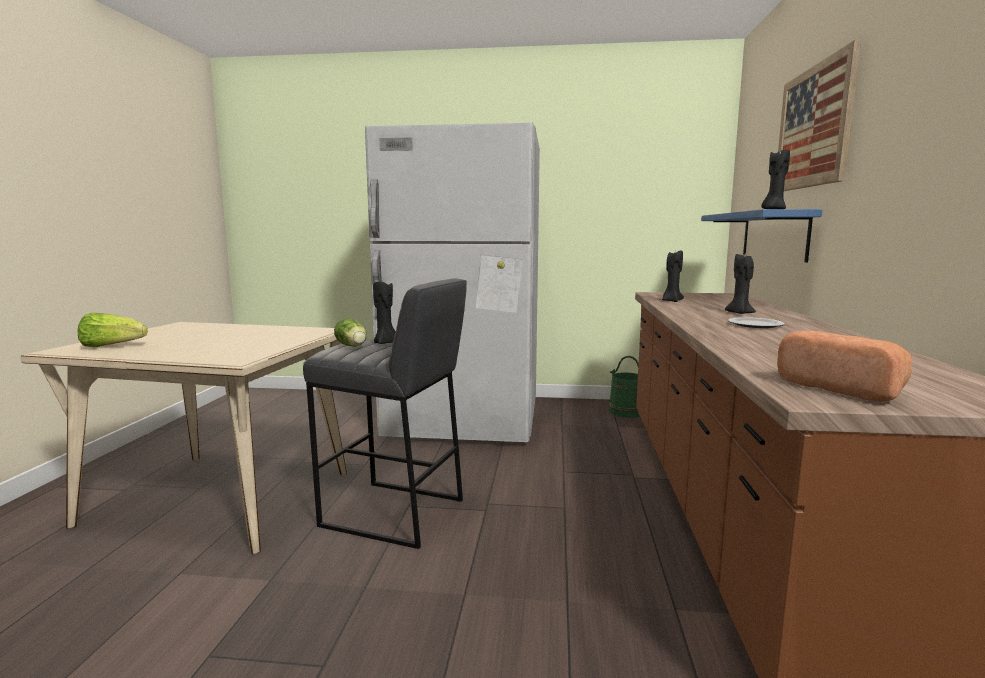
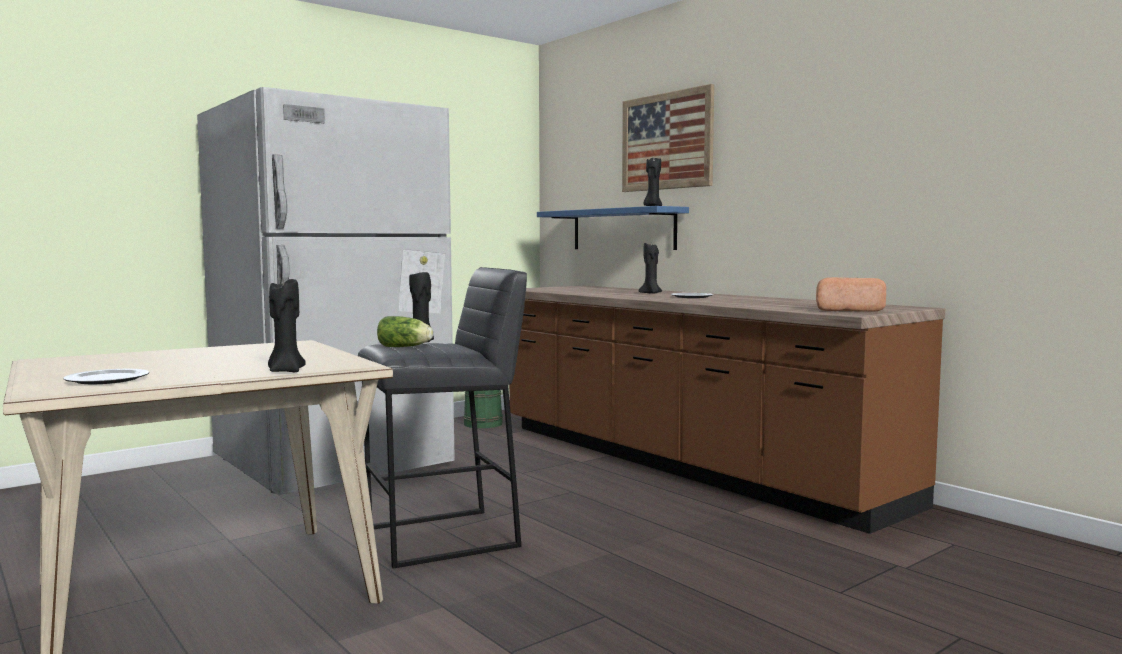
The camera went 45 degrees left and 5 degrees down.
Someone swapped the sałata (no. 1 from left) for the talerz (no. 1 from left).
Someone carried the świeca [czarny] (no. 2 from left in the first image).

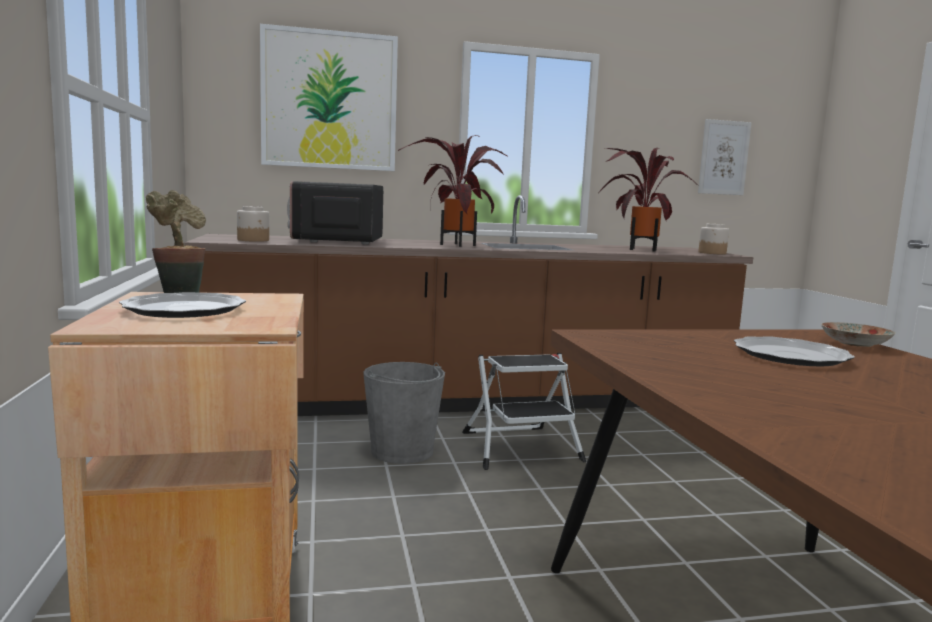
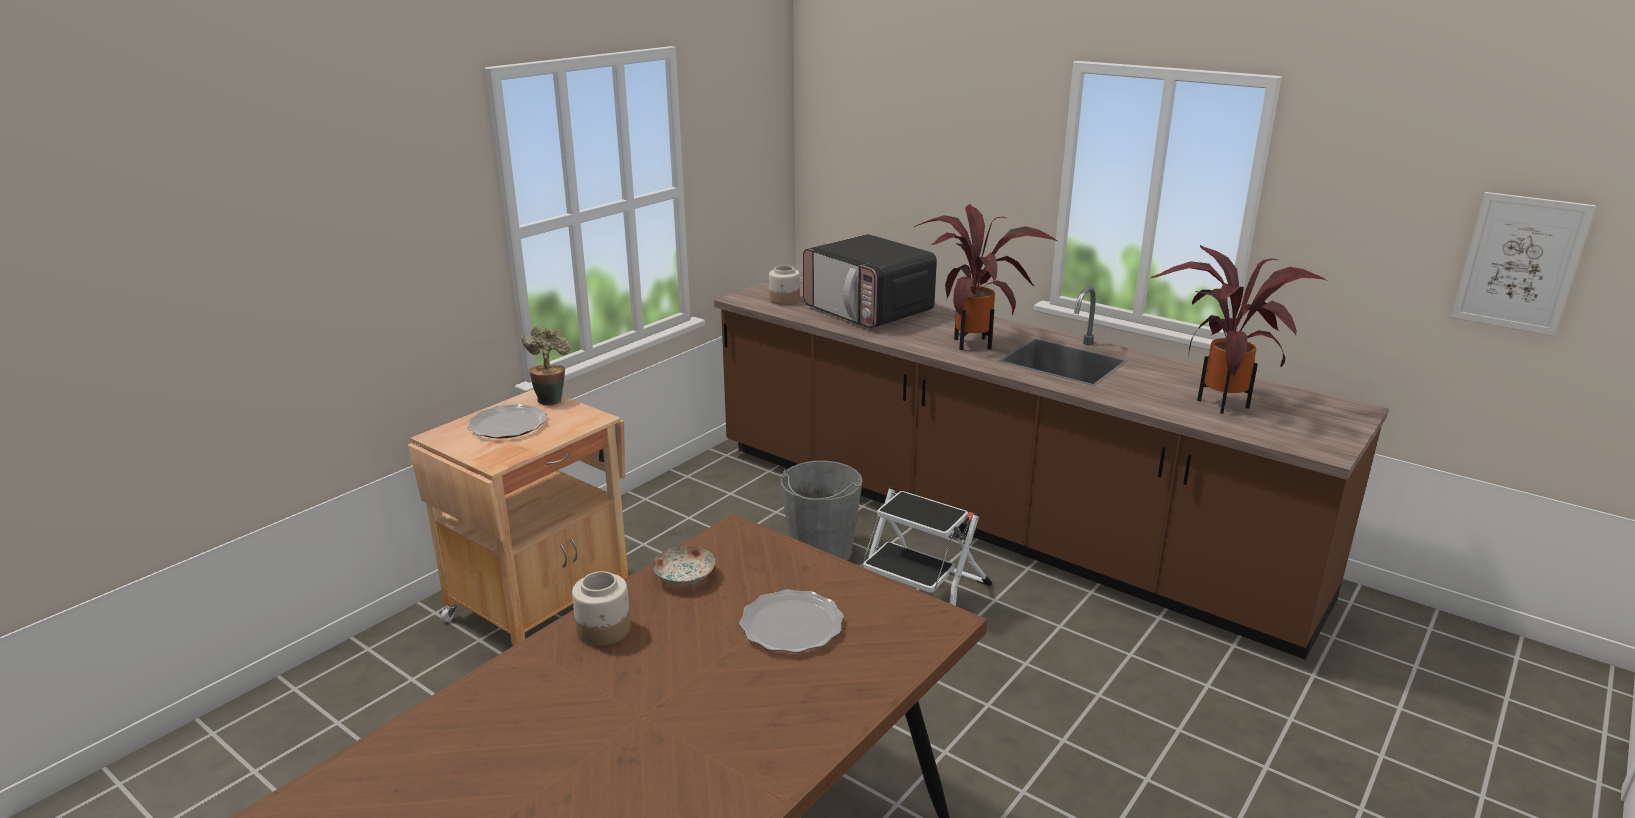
The camera went 50 degrees right and 15 degrees up.
Someone took away the obraz (no. 1 from left).
Someone rotated the mikrofalówka by 90 degrees counterclockwise.
Someone carried the słoik (no. 2 from left in the first image).
Someone carried the talerz (no. 3 from left in the first image).

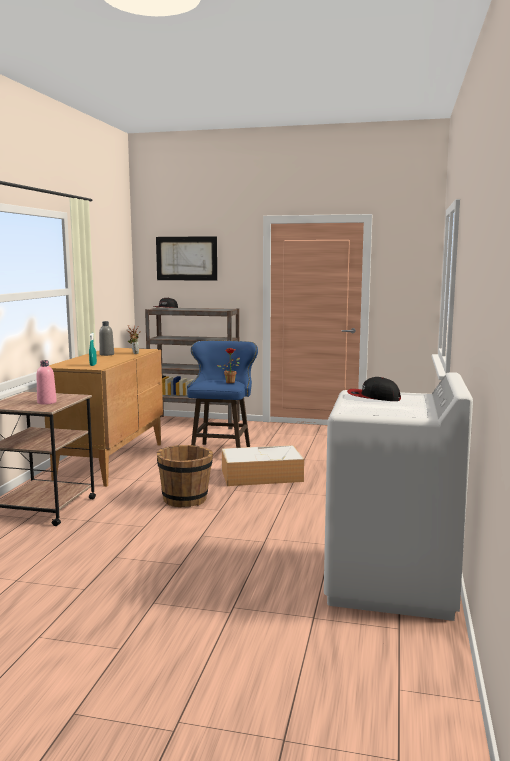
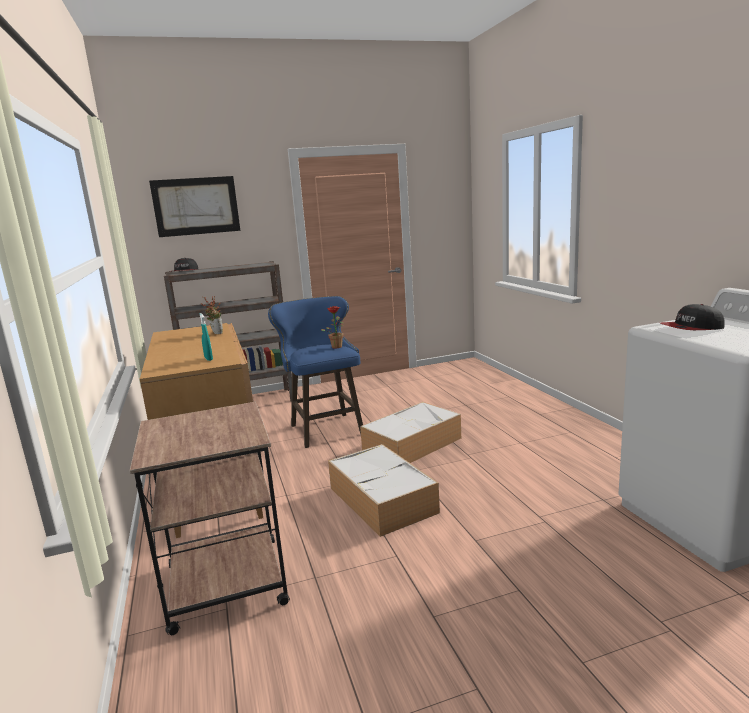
The camera went 30 degrees left and 5 degrees up.
Someone took away the butelka [różowy].
Someone took away the butelka [szary].
Someone swapped the wiadro [brązowy] for the pojemnik do przechowywania (no. 1 from left).

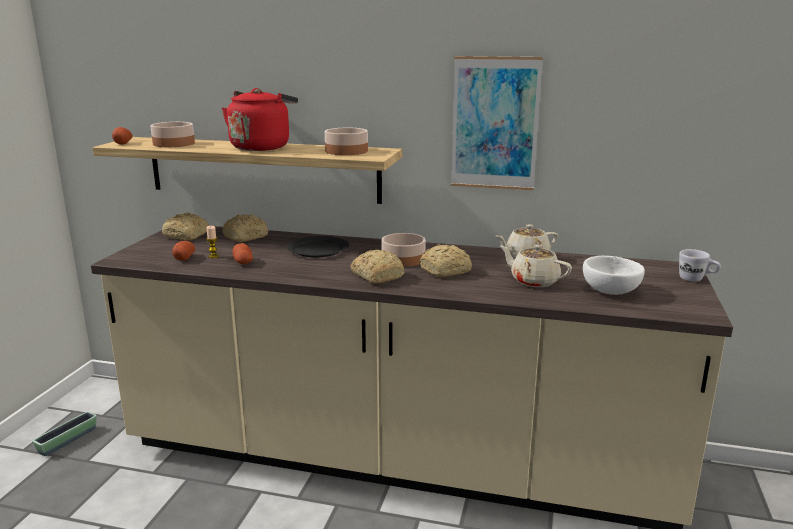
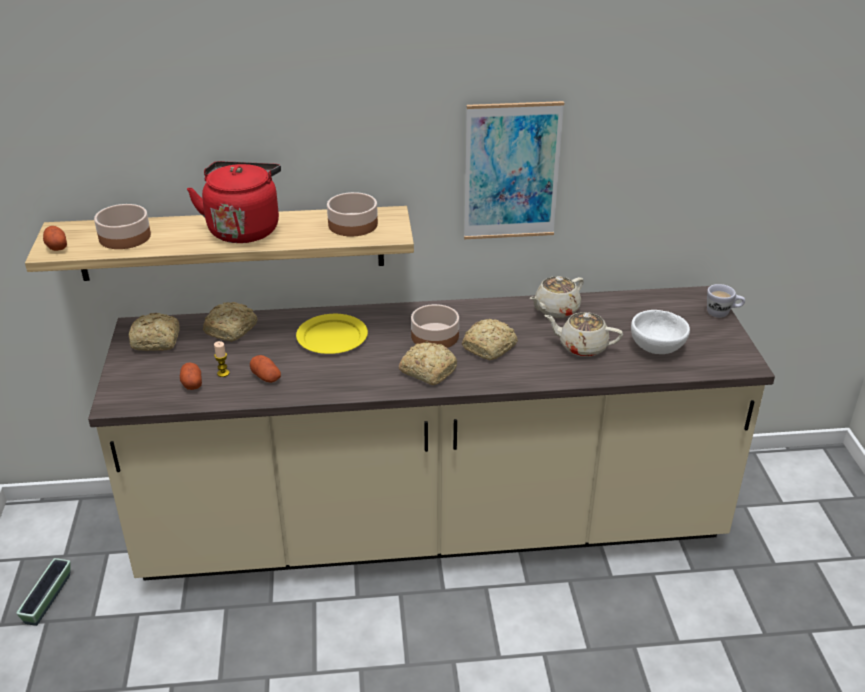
The camera went 20 degrees left and 15 degrees up.
Someone repainted the talerz [czarny], which became the talerz [żółty].

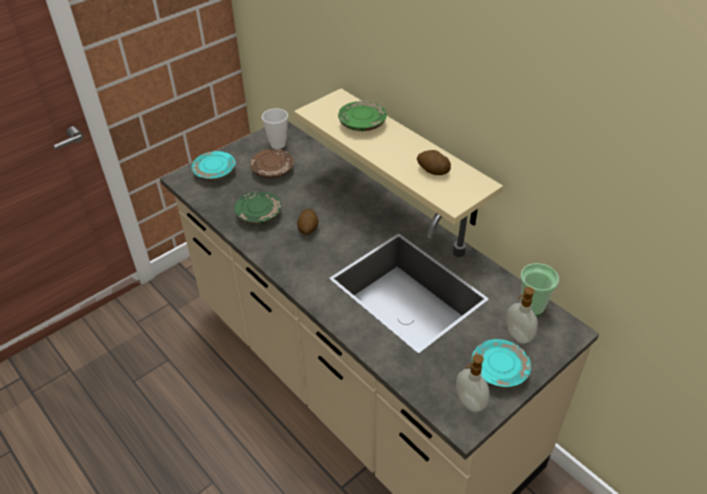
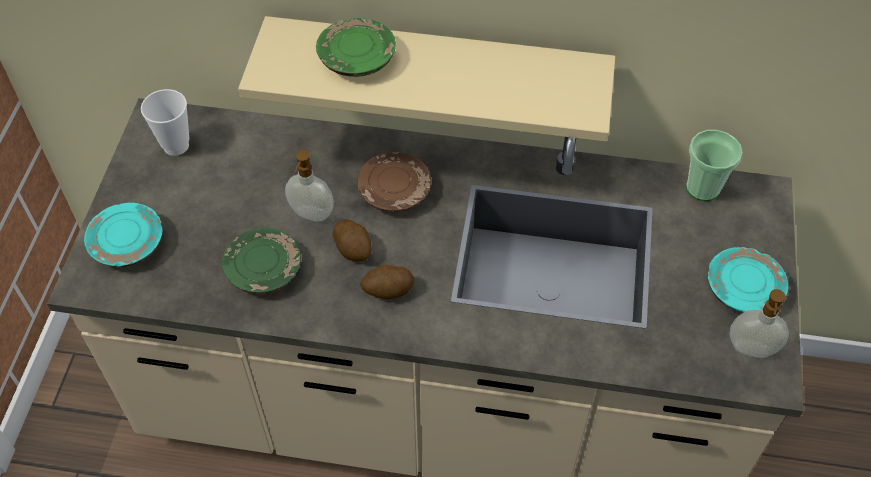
The camera went 40 degrees left and 10 degrees up.
Someone carried the talerz [brązowy].
Someone carried the ziemniak (no. 2 from left).
Someone carried the dozownik mydła (no. 2 from left in the first image).

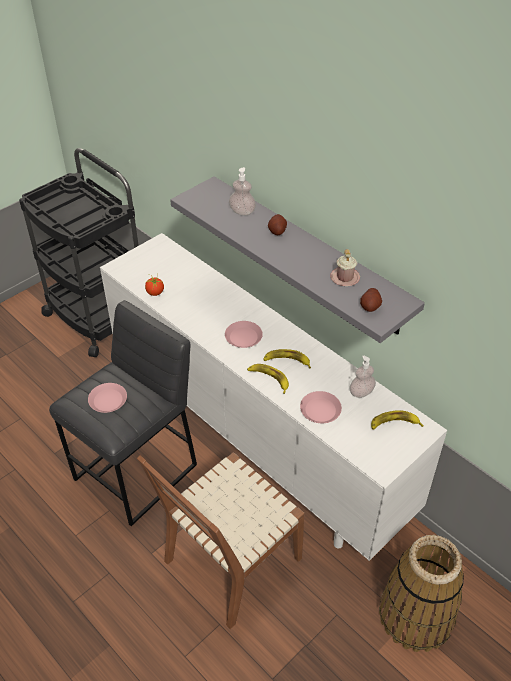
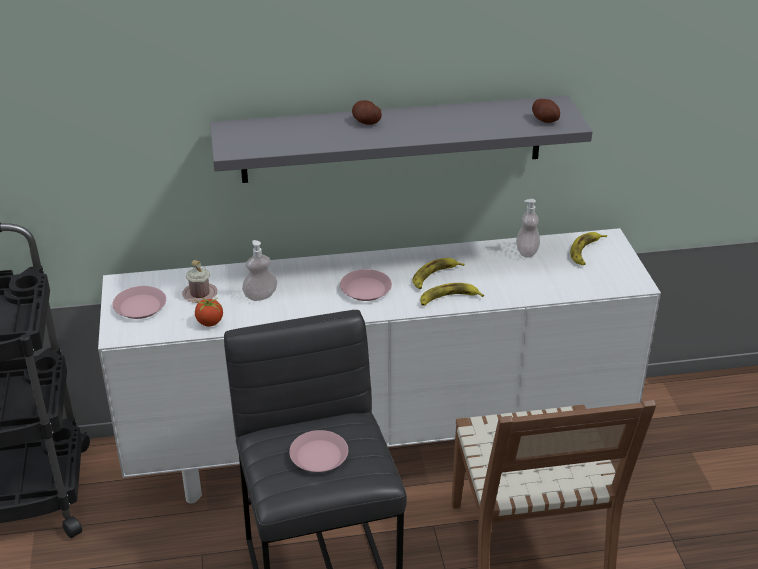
The camera went 55 degrees left and 10 degrees down.
Someone carried the dozownik mydła (no. 1 from left).
Someone carried the talerz [różowy] (no. 3 from left in the first image).
Someone carried the kubek [różowy].
Someone took away the koszyk.

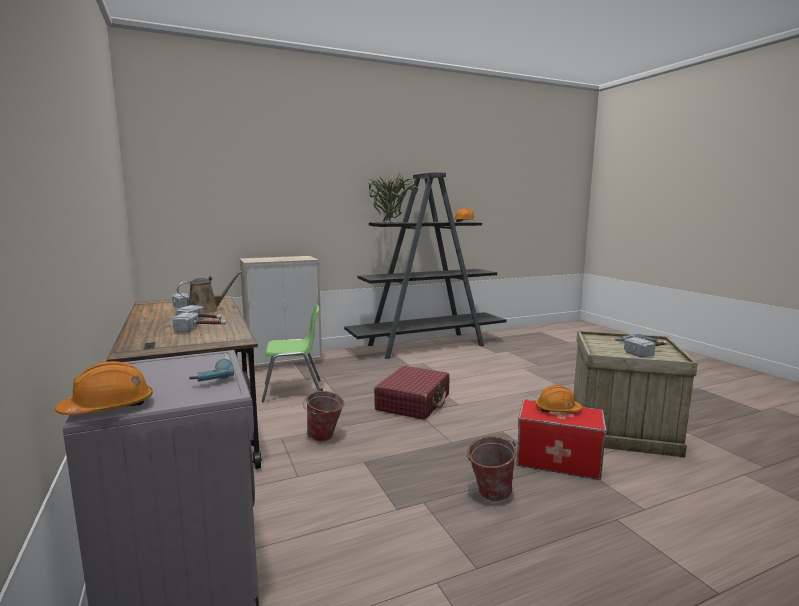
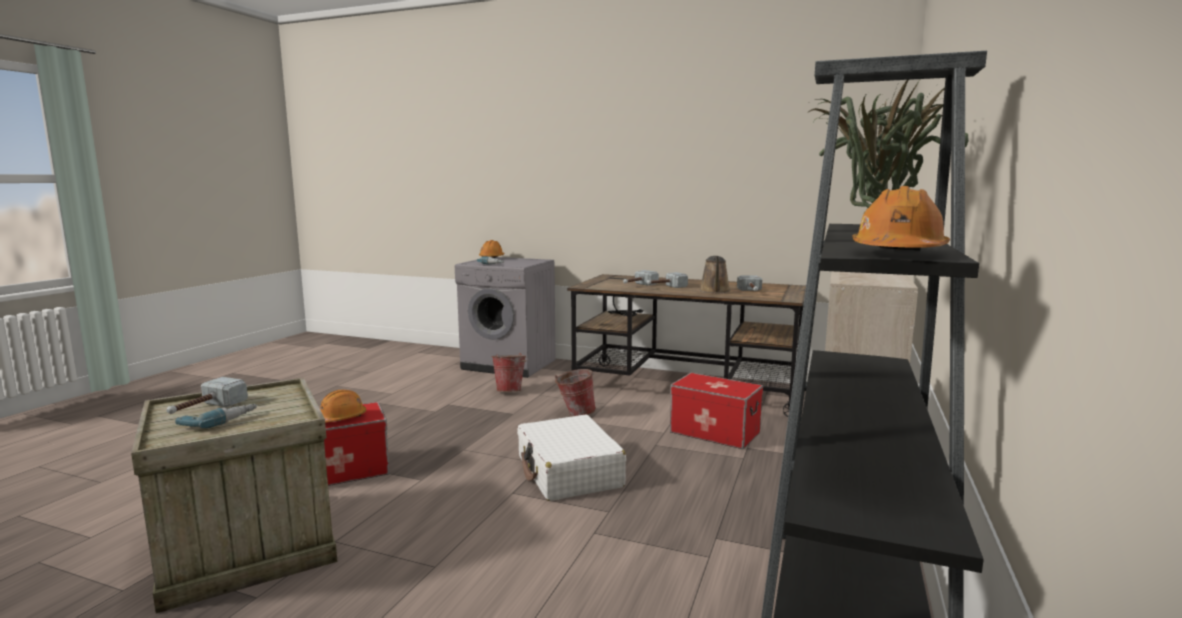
The camera went 135 degrees right and 0 degrees up.
Someone swapped the krzesło [zielony] for the pojemnik do przechowywania (no. 2 from left).
Someone repainted the walizka [czerwony], which became the walizka [biały].
Someone carried the wiadro (no. 2 from left in the first image).

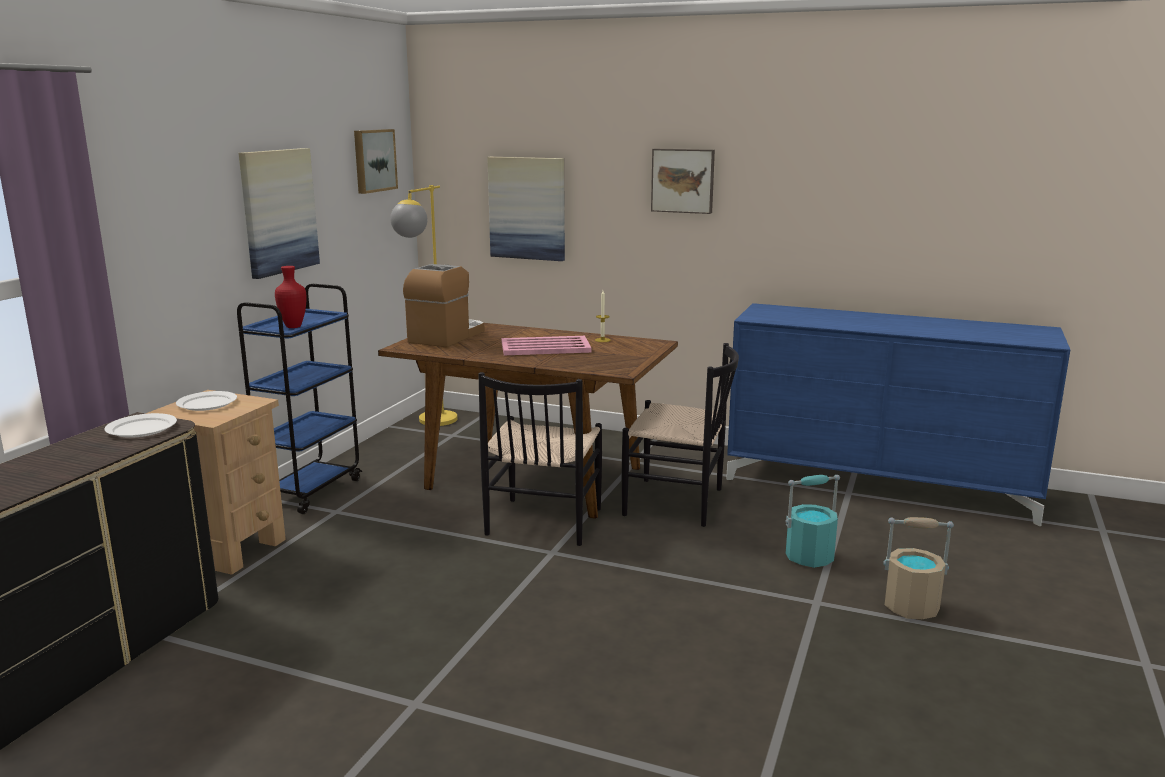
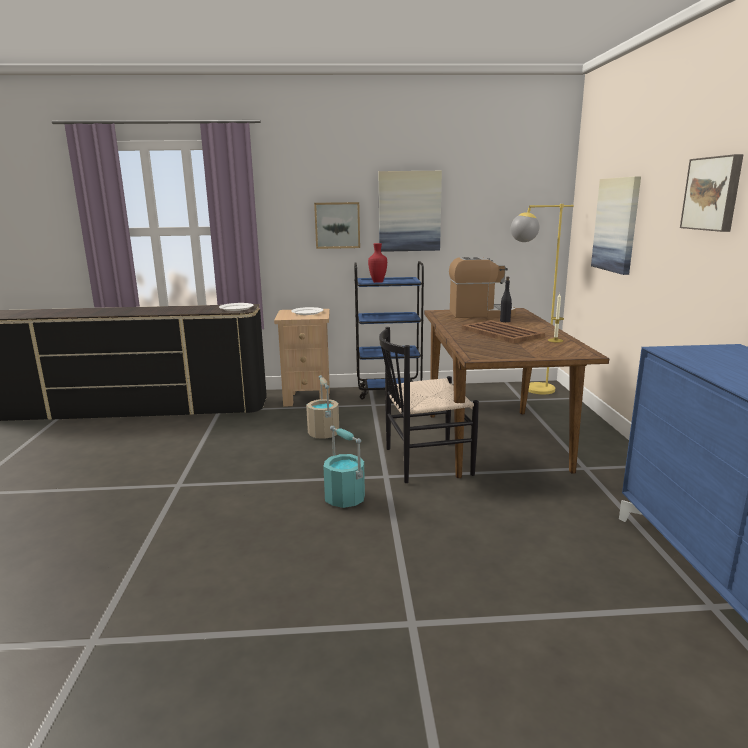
The camera went 65 degrees right and 0 degrees up.
Someone carried the obraz (no. 2 from left in the first image).
Someone repainted the taca [różowy], which became the taca [brązowy].
Someone took away the krzesło [czarny] (no. 2 from left).
Someone carried the wiadro [turkusowy].
Someone carried the wiadro [beżowy].
Someone put down the butelka [czarny].

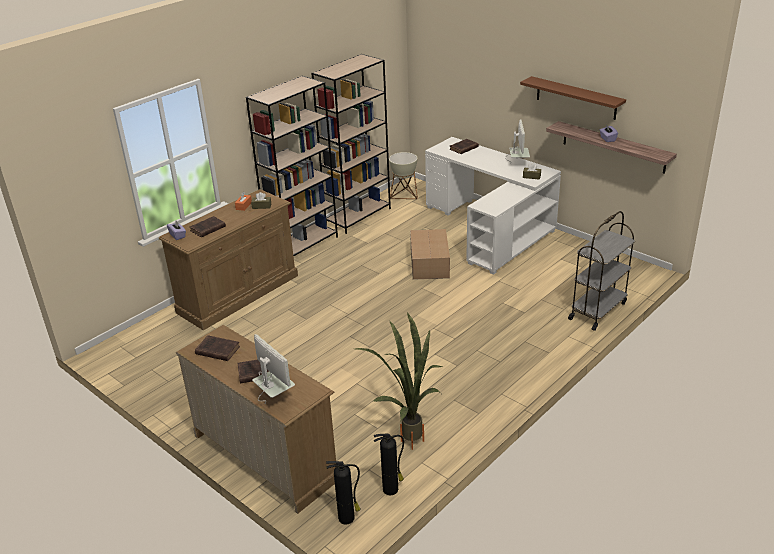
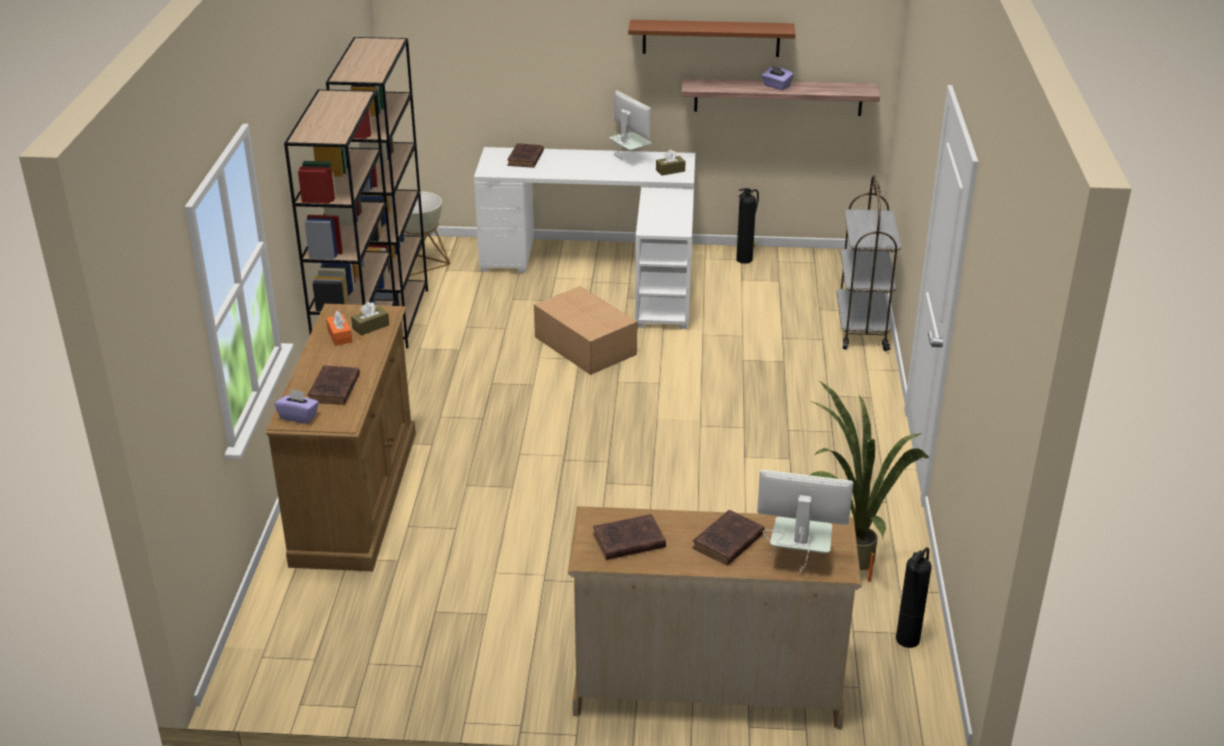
The camera went 40 degrees left and 0 degrees up.
Someone carried the gaśnica (no. 1 from left).

